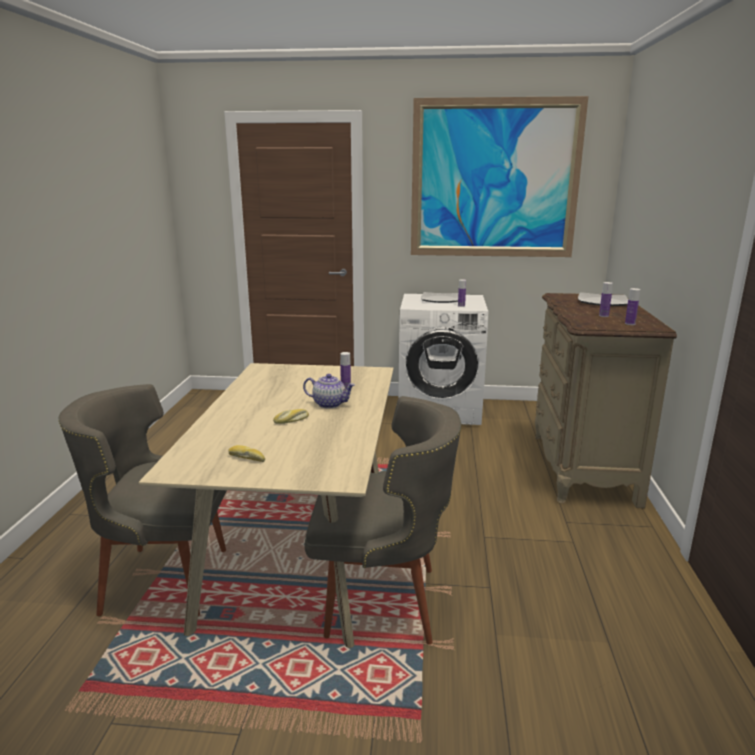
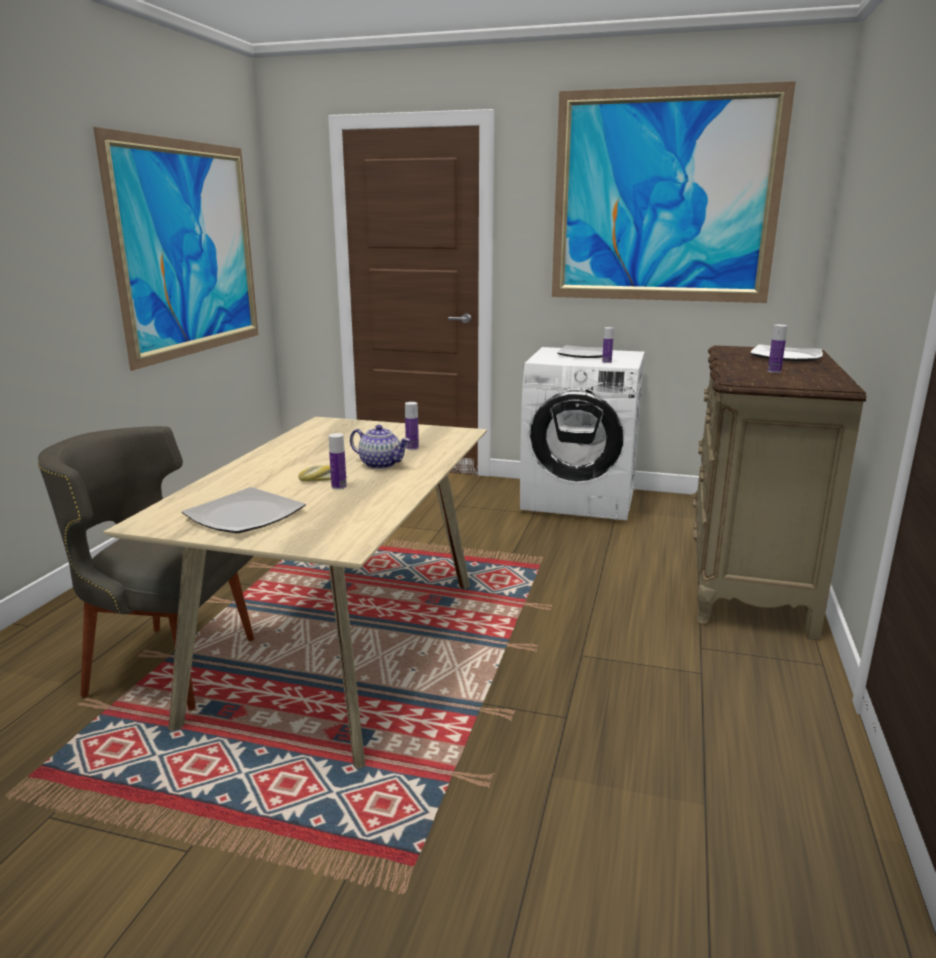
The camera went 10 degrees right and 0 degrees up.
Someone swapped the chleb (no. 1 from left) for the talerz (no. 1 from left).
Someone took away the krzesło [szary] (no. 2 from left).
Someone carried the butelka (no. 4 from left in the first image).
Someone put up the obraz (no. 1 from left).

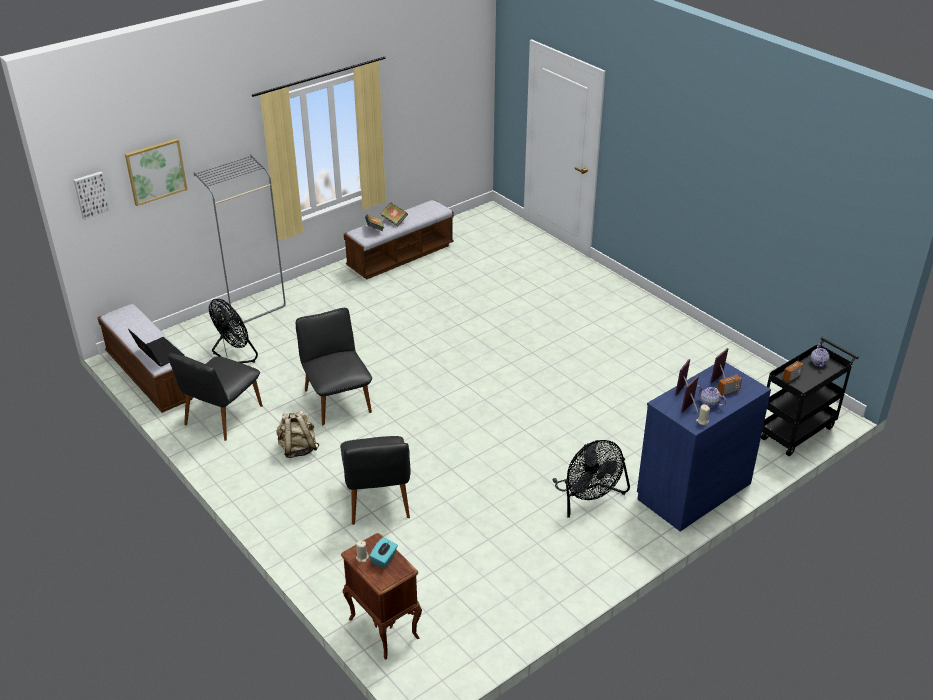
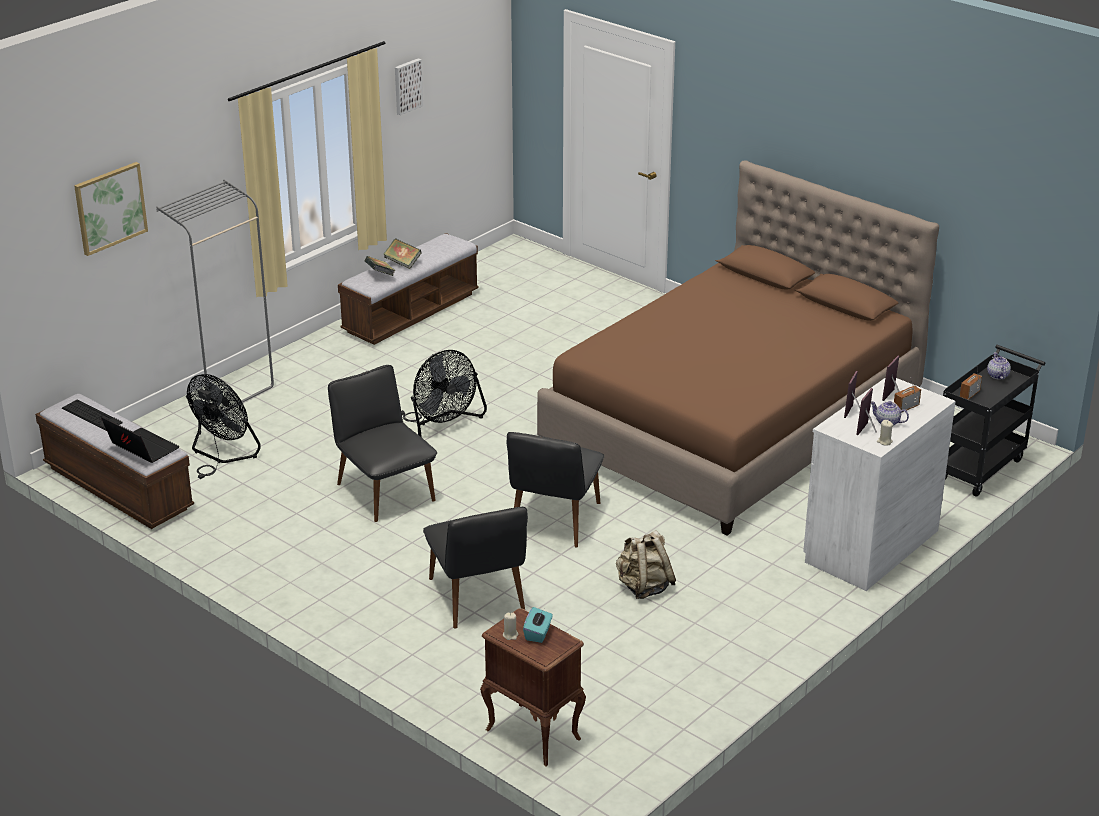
The camera went 10 degrees left and 5 degrees down.
Someone carried the obraz (no. 1 from left in the first image).
Someone carried the krzesło [czarny] (no. 1 from left in the first image).
Someone carried the plecak [beżowy].
Someone carried the wentylator [czarny] (no. 2 from left).
Someone repainted the komoda [niebieski], which became the komoda [biały].
Someone put down the klawiatura.
Someone put down the łóżko [brązowy].

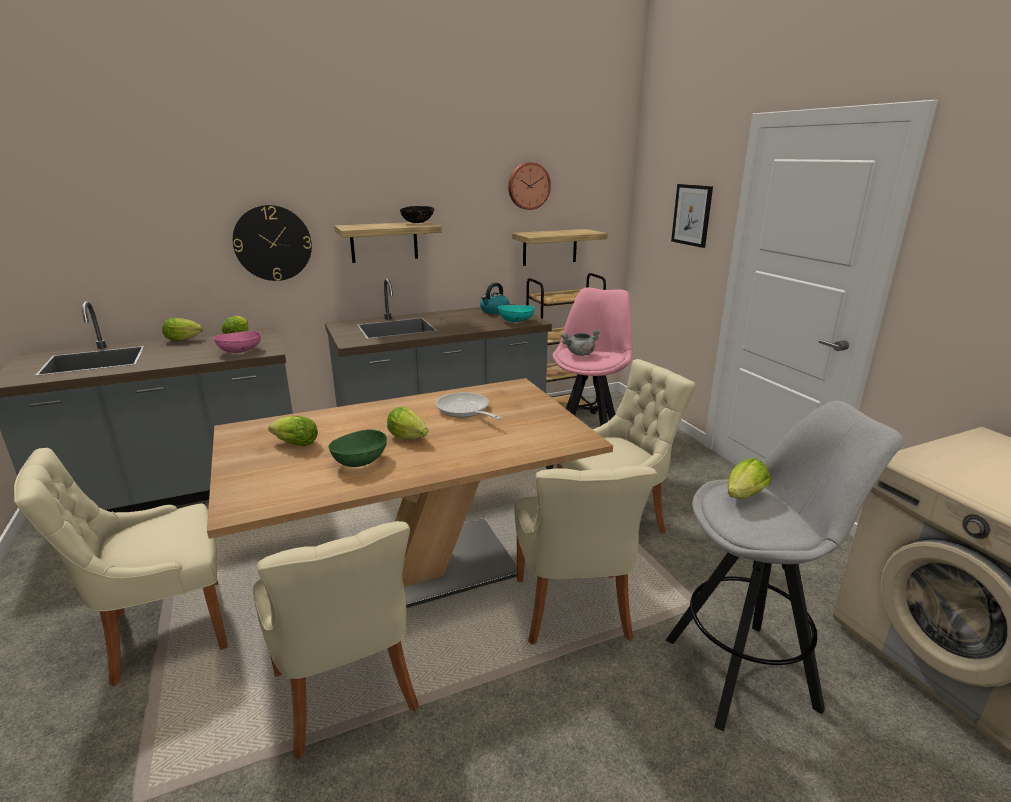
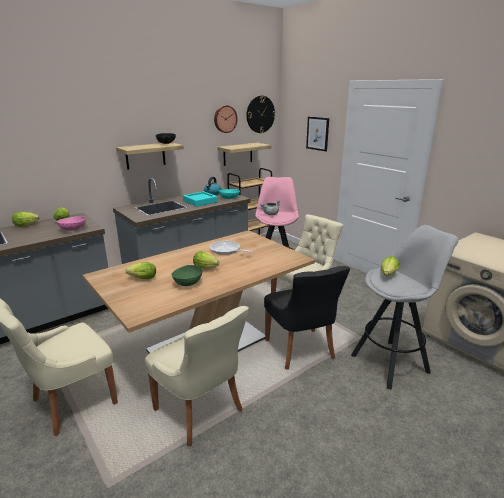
The camera went 15 degrees left and 0 degrees up.
Someone carried the zegar ścienny (no. 1 from left in the first image).
Someone repainted the krzesło [beżowy] (no. 3 from left), which became the krzesło [czarny].
Someone put down the taca [turkusowy].

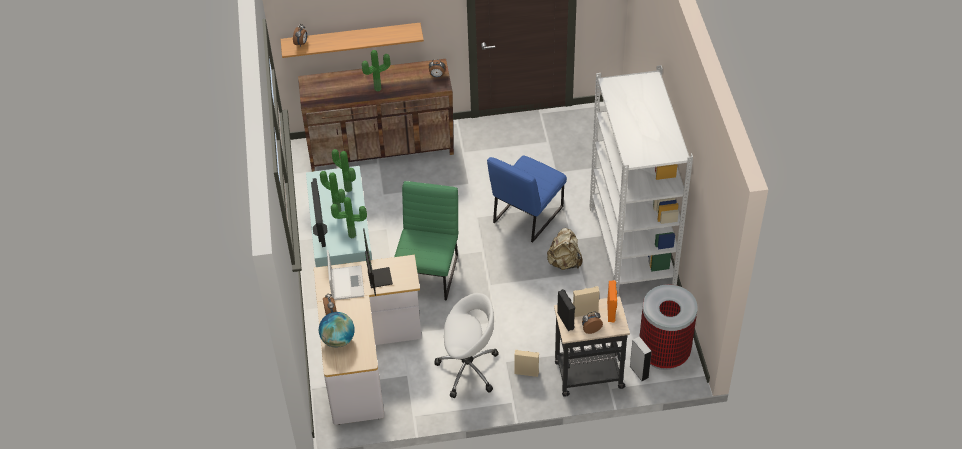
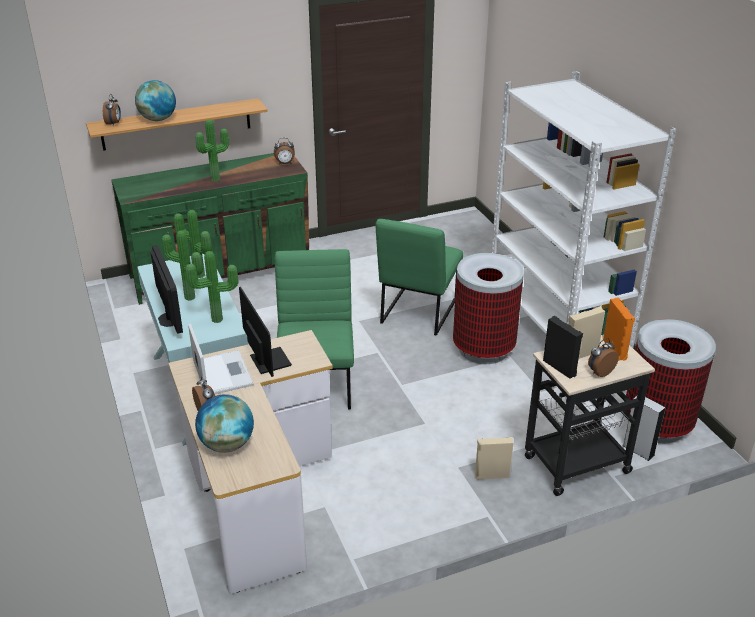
The camera went 15 degrees left and 15 degrees down.
Someone repainted the szafka [brązowy], which became the szafka [zielony].
Someone took away the krzesło biurowe [biały].
Someone repainted the krzesło [niebieski], which became the krzesło [zielony] (no. 2 from left).
Someone swapped the plecak [beżowy] for the kosz na śmieci (no. 1 from left).
Someone put down the globus (no. 1 from left).

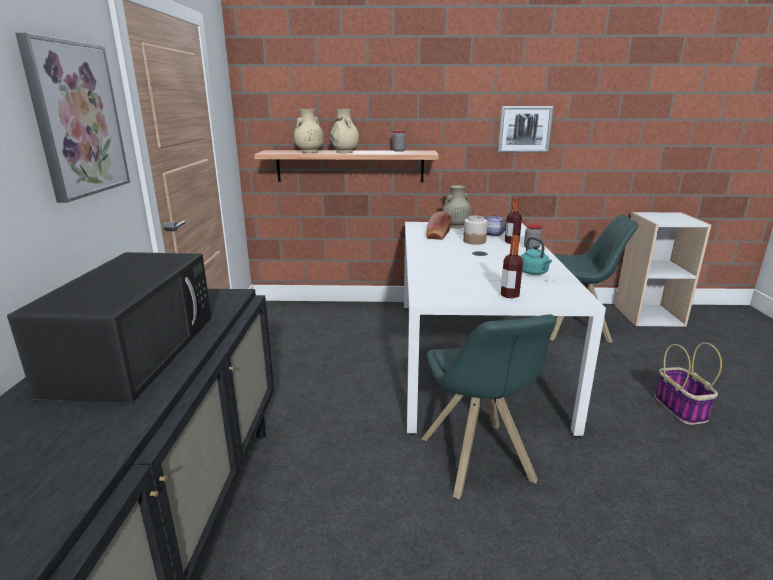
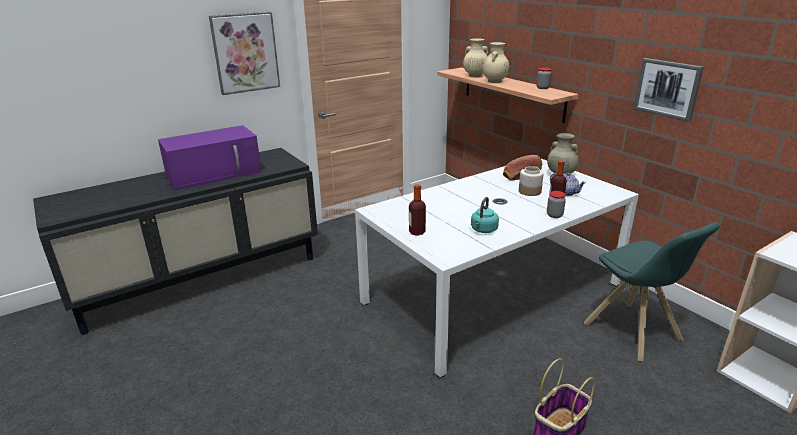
The camera went 55 degrees right and 5 degrees up.
Someone repainted the mikrofalówka [czarny], which became the mikrofalówka [fioletowy].
Someone took away the krzesło [turkusowy] (no. 1 from left).

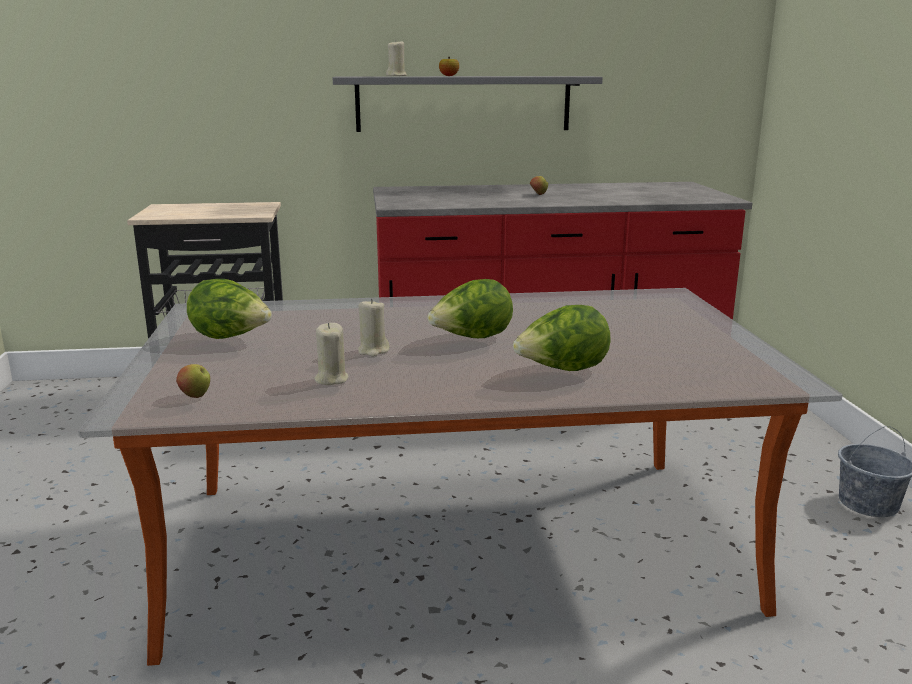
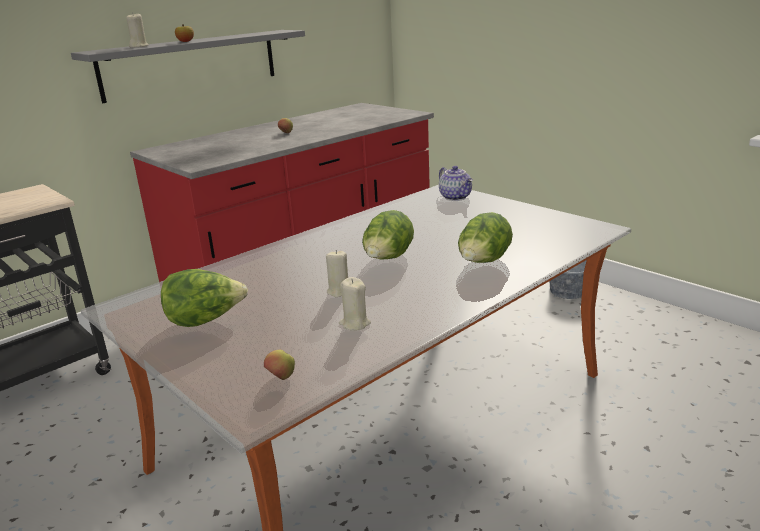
The camera went 35 degrees left and 5 degrees up.
Someone put down the imbryk.

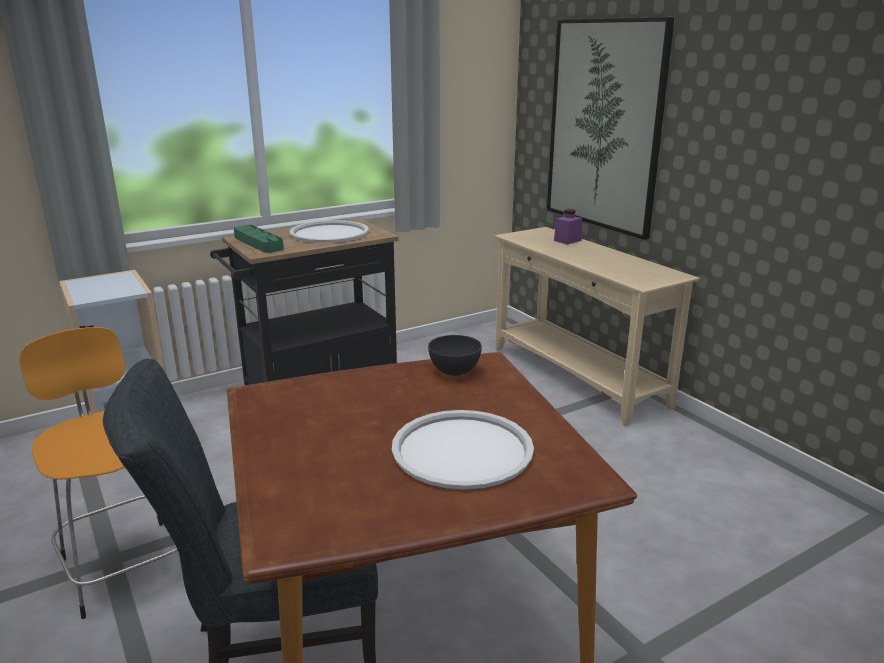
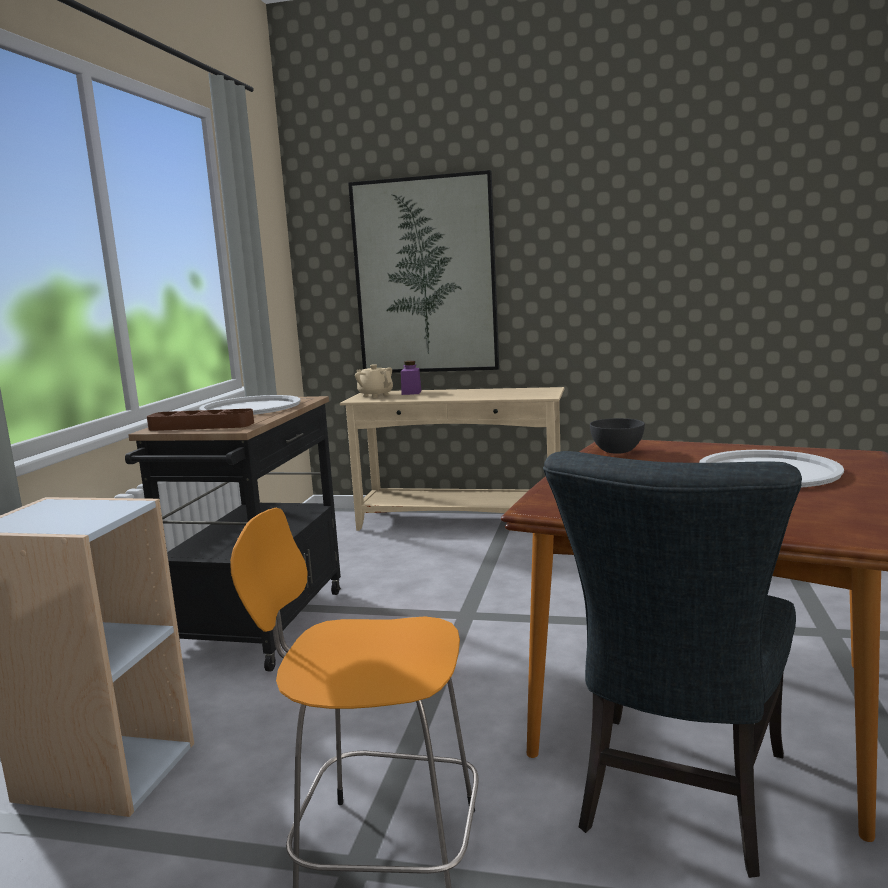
The camera went 45 degrees left and 10 degrees down.
Someone repainted the taca [zielony], which became the taca [brązowy].
Someone put down the imbryk [beżowy].

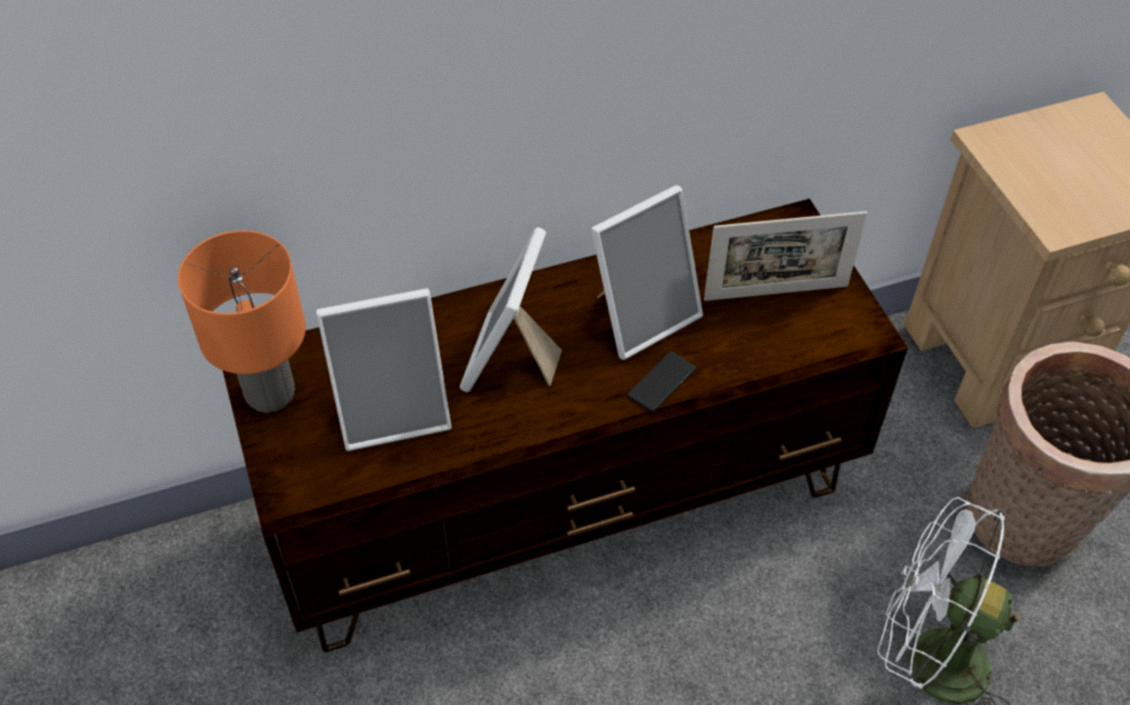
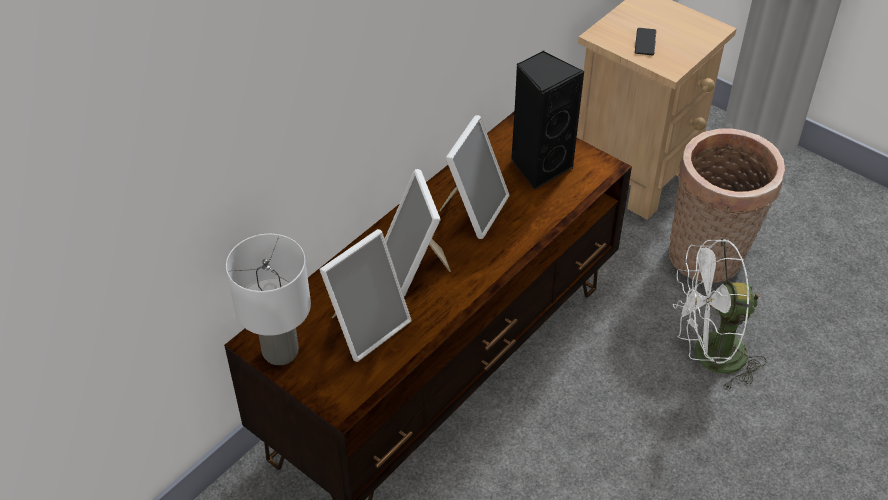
The camera went 30 degrees left and 5 degrees down.
Someone repainted the lampa stołowa [pomarańczowy], which became the lampa stołowa [biały].
Someone carried the telefon.
Someone swapped the ramka na zdjęcie (no. 4 from left) for the głośnik [czarny].

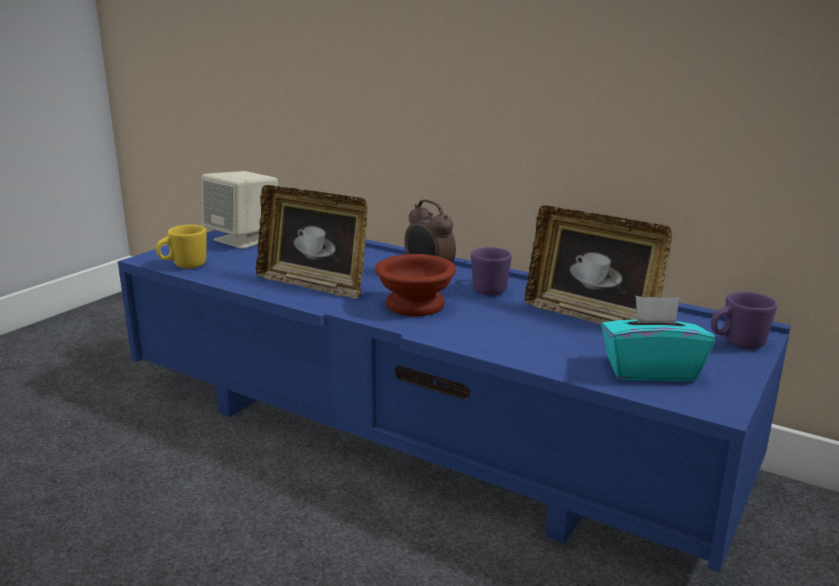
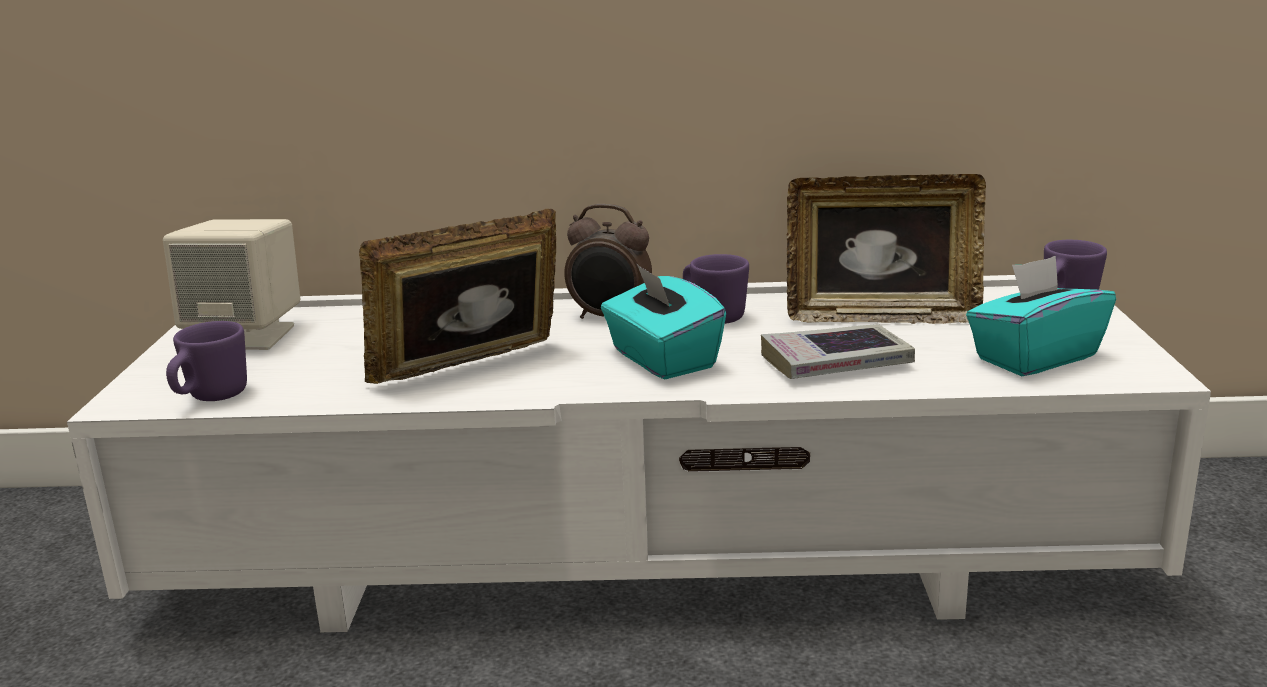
The camera went 30 degrees left and 0 degrees up.
Someone repainted the szafka pod telewizor [niebieski], which became the szafka pod telewizor [biały].
Someone repainted the kubek [żółty], which became the kubek [fioletowy] (no. 1 from left).
Someone rotated the ramka na zdjęcie (no. 1 from left) by 150 degrees clockwise.
Someone swapped the miska [brązowy] for the pudełko chusteczek [turkusowy] (no. 1 from left).
Someone put down the książka.

